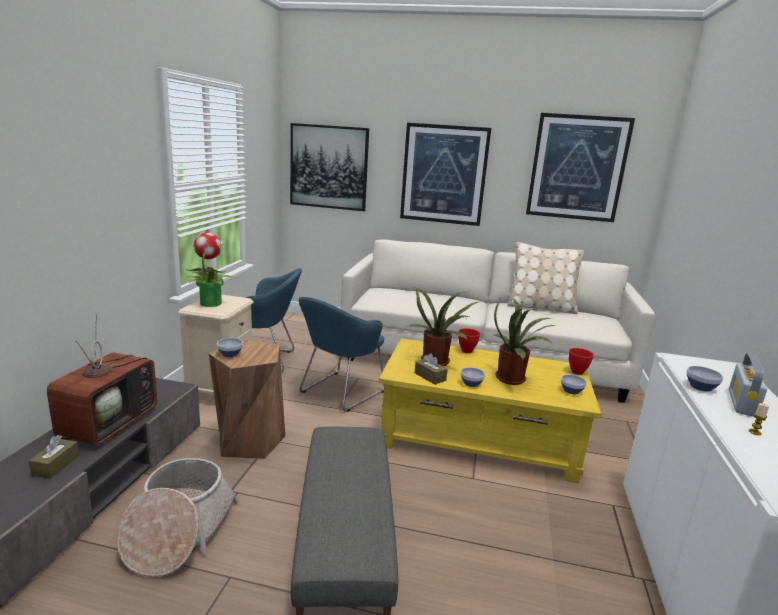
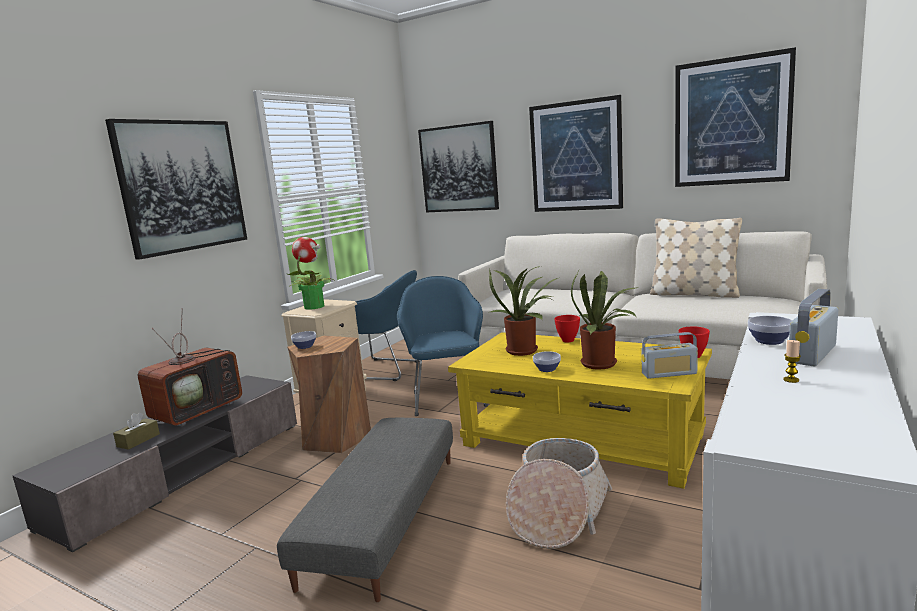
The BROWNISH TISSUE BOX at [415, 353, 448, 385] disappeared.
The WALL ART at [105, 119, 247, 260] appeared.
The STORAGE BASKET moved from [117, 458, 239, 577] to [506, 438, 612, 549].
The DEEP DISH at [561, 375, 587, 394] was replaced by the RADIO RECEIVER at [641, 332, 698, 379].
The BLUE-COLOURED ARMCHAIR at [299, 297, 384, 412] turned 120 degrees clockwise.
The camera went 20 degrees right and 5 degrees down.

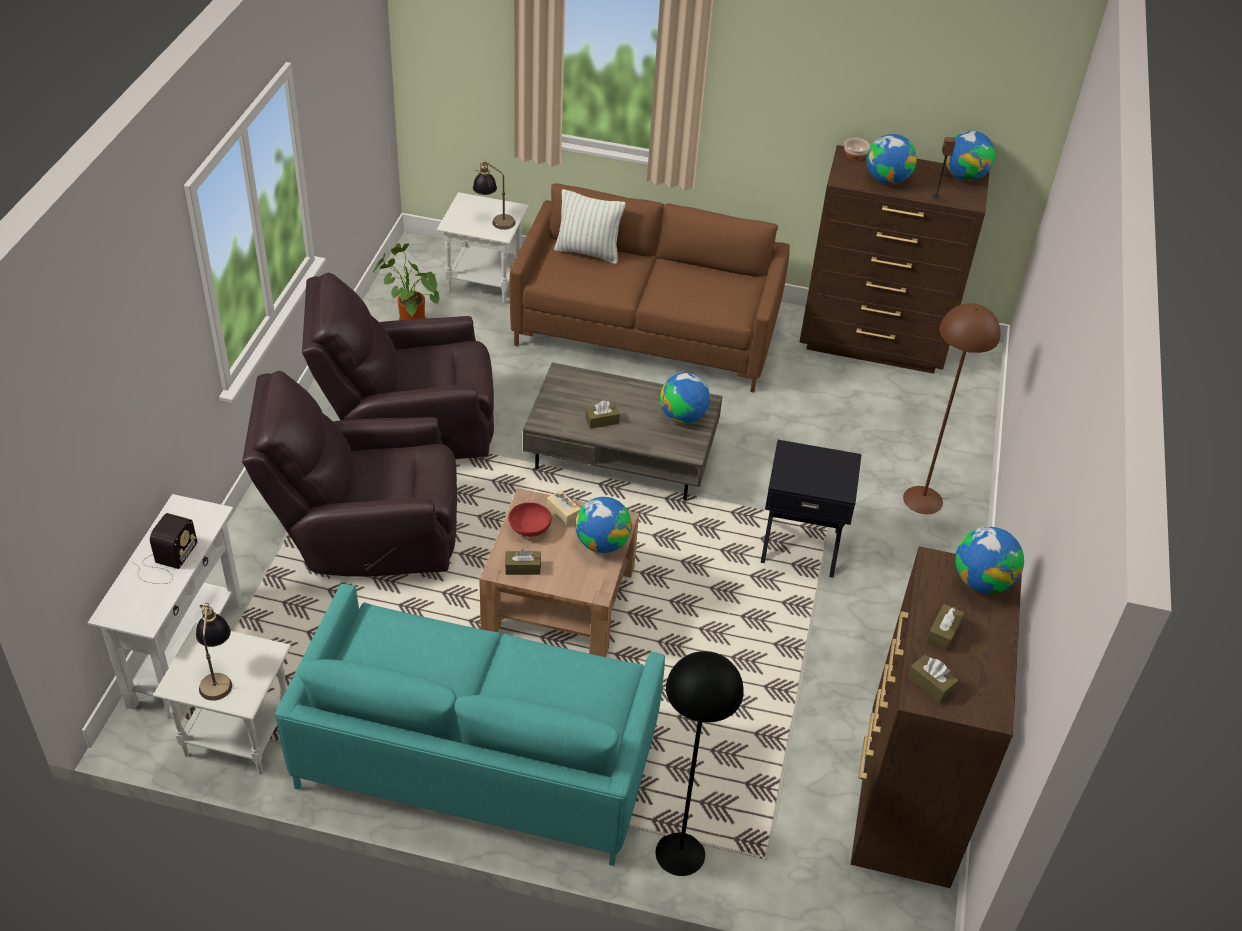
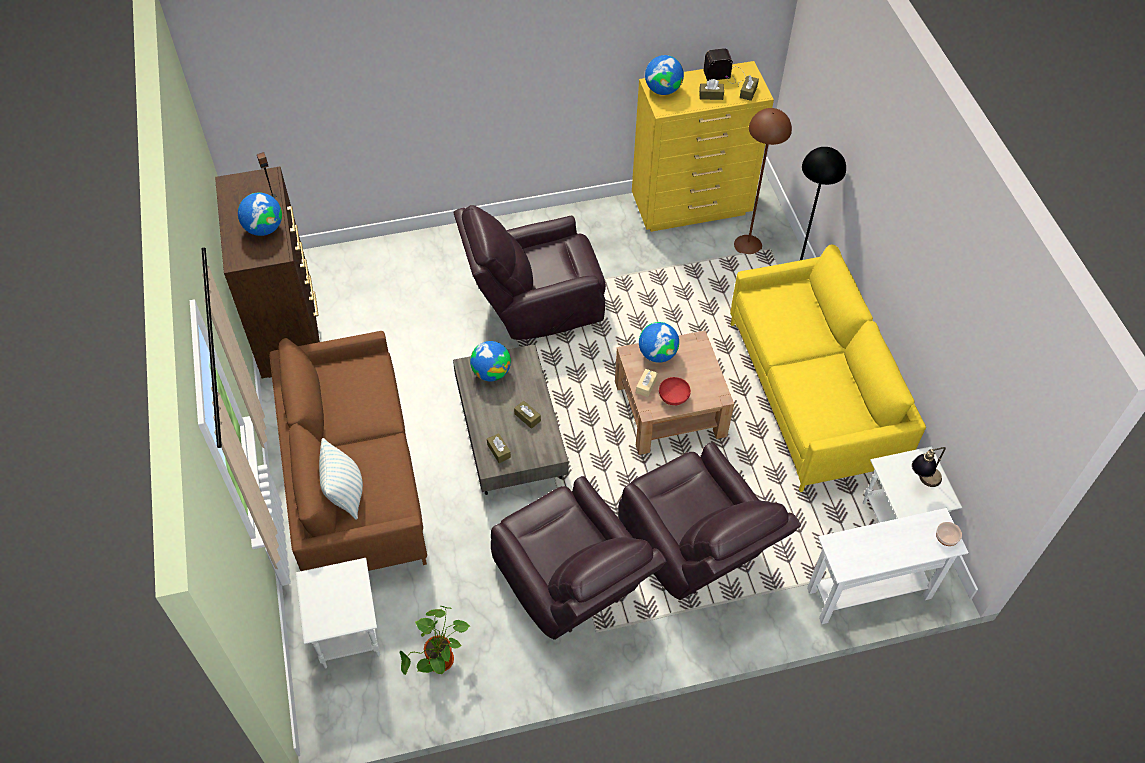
The LAMP FOR A TABLE at [473, 160, 515, 230] disappeared.
The GLOBE at [946, 131, 995, 181] disappeared.
The RADIO RECEIVER moved from [132, 513, 198, 584] to [703, 48, 745, 84].
The BROWNISH TISSUE BOX moved from [505, 549, 541, 575] to [487, 433, 511, 463].
The DEEP DISH moved from [844, 138, 870, 160] to [936, 522, 962, 546].
The BROWNISH FLOOR LAMP moved from [903, 303, 1001, 514] to [734, 108, 792, 254].
The BLACK END TABLE at [761, 440, 862, 578] was replaced by the BROWNISH ARMCHAIR at [453, 205, 606, 340].
The TURQUOISE COUCH at [275, 584, 665, 866] became the YELLOW-COLOURED COUCH at [730, 244, 926, 492].
The BROWNISH CHEST OF DRAWERS at [851, 546, 1022, 888] became the YELLOW-COLOURED CHEST OF DRAWERS at [632, 61, 774, 232].
The camera went 115 degrees left and 10 degrees up.

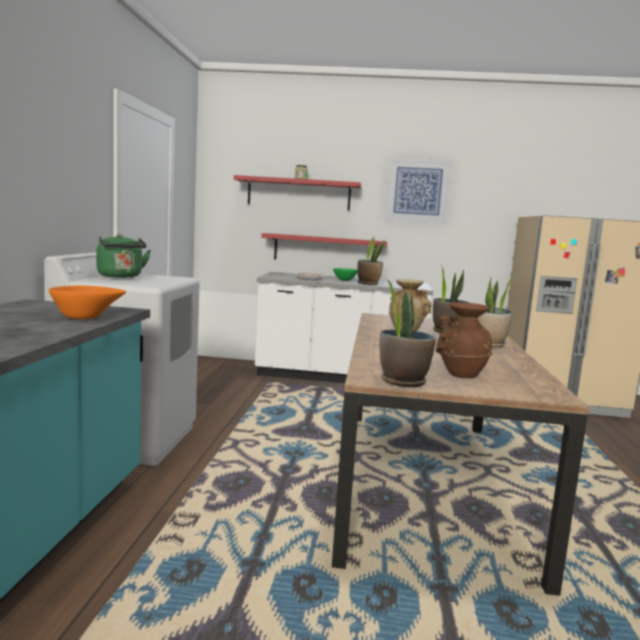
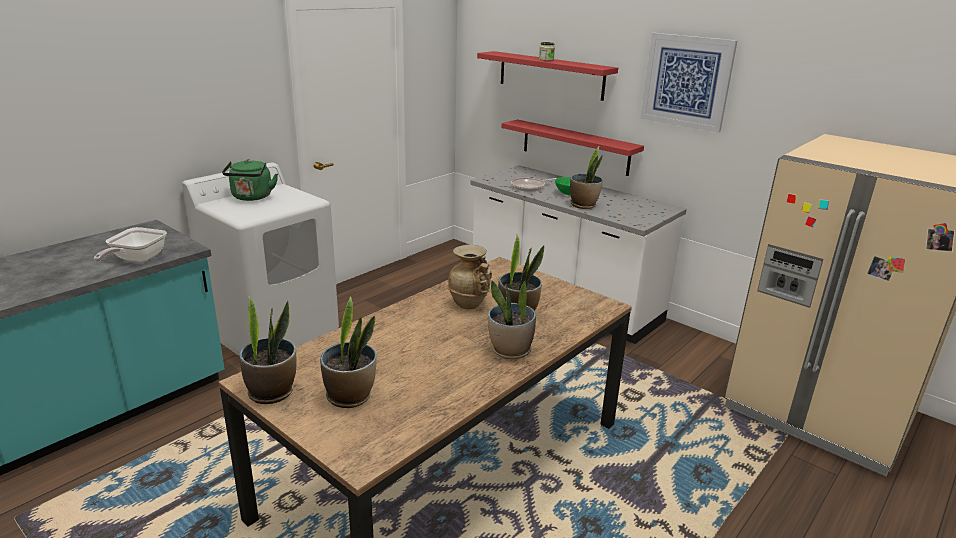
The ORANGE-COLOURED DEEP DISH at [49, 286, 126, 319] was replaced by the SKILLET at [94, 227, 167, 262].
The BROWNISH FLOWER VASE at [436, 302, 493, 378] was replaced by the POTTED PLANT at [320, 296, 377, 408].
The camera went 35 degrees right and 15 degrees up.

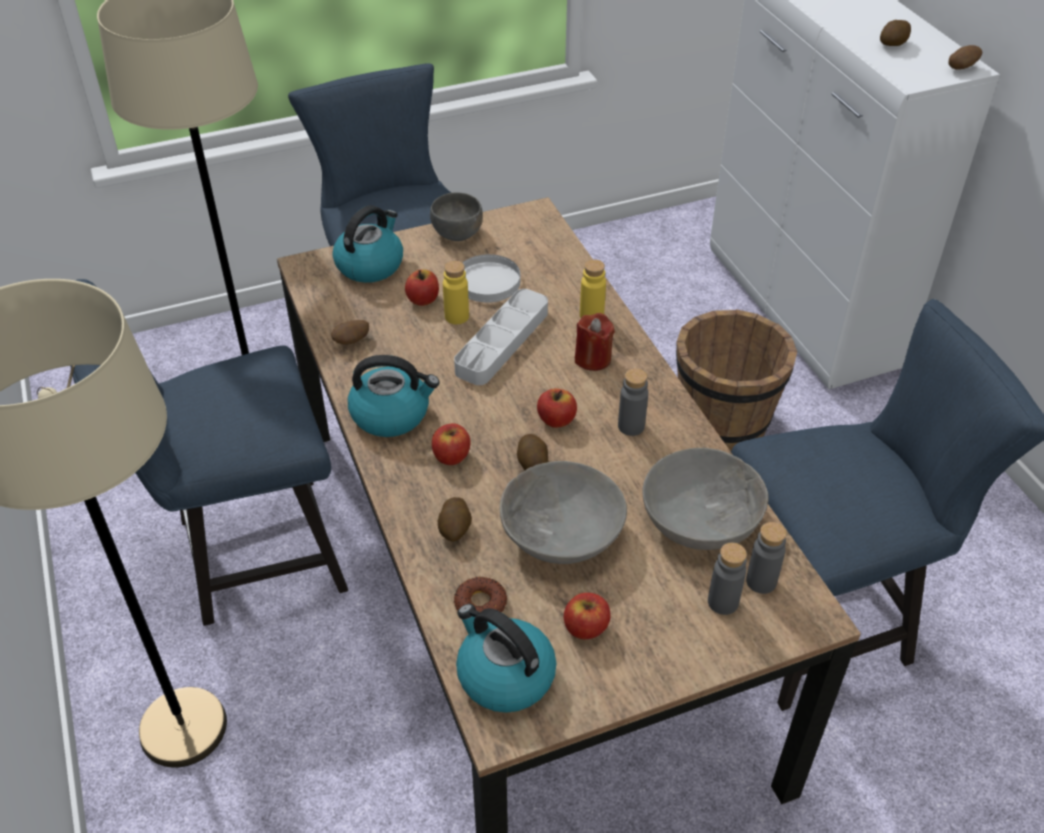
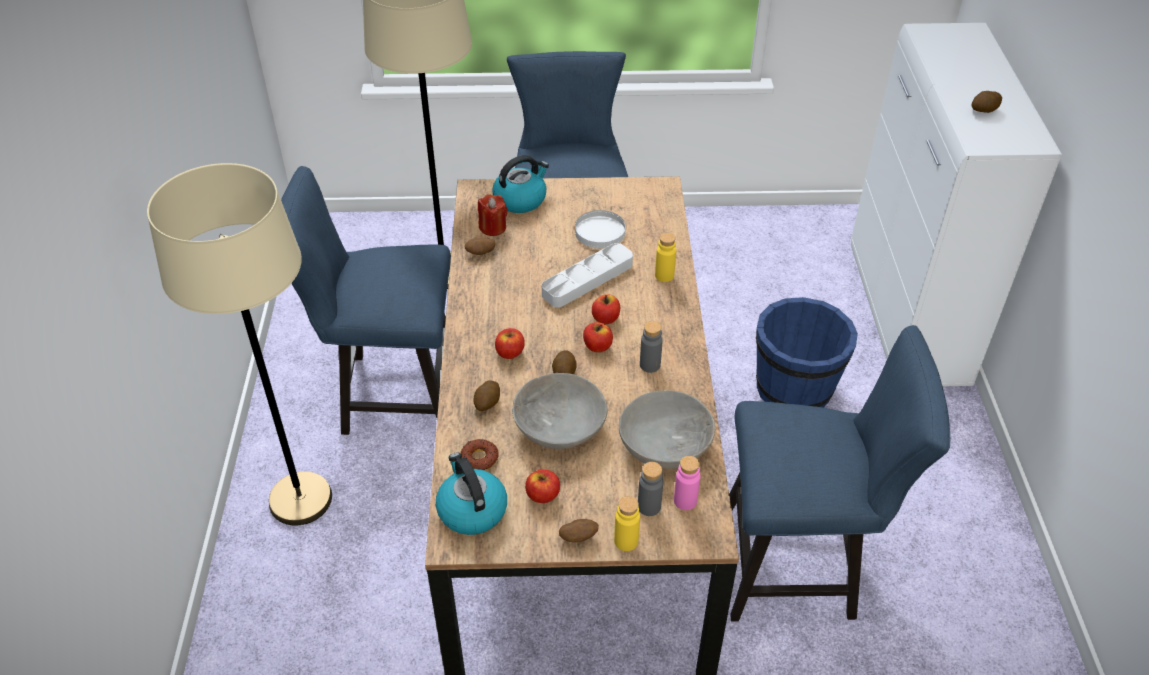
The WATER KETTLE at [348, 355, 440, 437] disappeared.
The GREY DEEP DISH at [430, 192, 483, 241] disappeared.
The WHOLE APPLE moved from [405, 269, 439, 306] to [592, 294, 620, 324].
The YELLOW-COLOURED BEVERAGE BOTTLE moved from [443, 261, 469, 324] to [614, 496, 640, 551].
The RED-COLOURED CANDLE moved from [575, 313, 615, 371] to [478, 194, 508, 236].
The WHOLE POTATO moved from [949, 45, 982, 70] to [559, 519, 599, 543].
The BROWNISH WATER BUCKET at [676, 309, 797, 451] became the BLUE-COLOURED WATER BUCKET at [756, 297, 858, 408].
The GREY BEVERAGE BOTTLE at [746, 522, 787, 594] became the PINK BEVERAGE BOTTLE at [674, 456, 700, 510].
The camera went 20 degrees right and 0 degrees up.

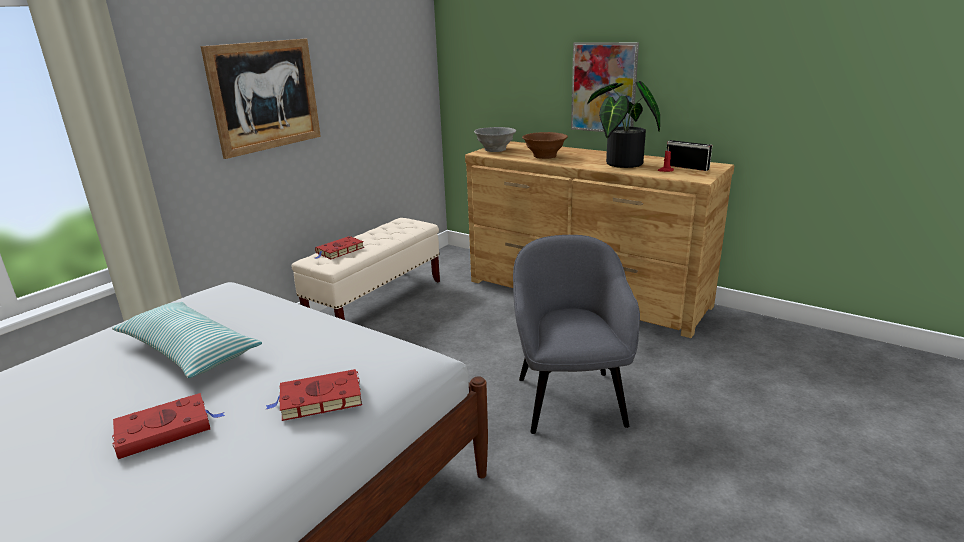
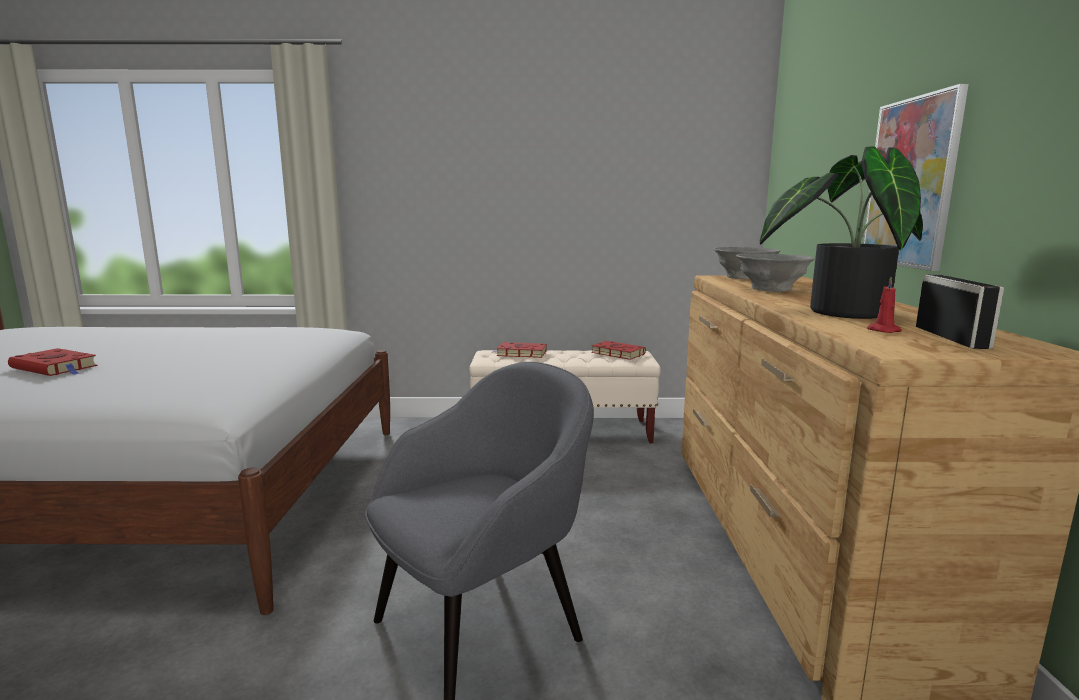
The THROW PILLOW at [112, 302, 262, 378] disappeared.
The WALL ART at [201, 39, 321, 159] disappeared.
The RED-COLOURED BOOK moved from [265, 369, 362, 421] to [591, 341, 646, 360].
The BROWNISH DEEP DISH at [522, 132, 568, 159] became the GREY DEEP DISH at [736, 253, 815, 292].
The camera went 55 degrees right and 10 degrees down.

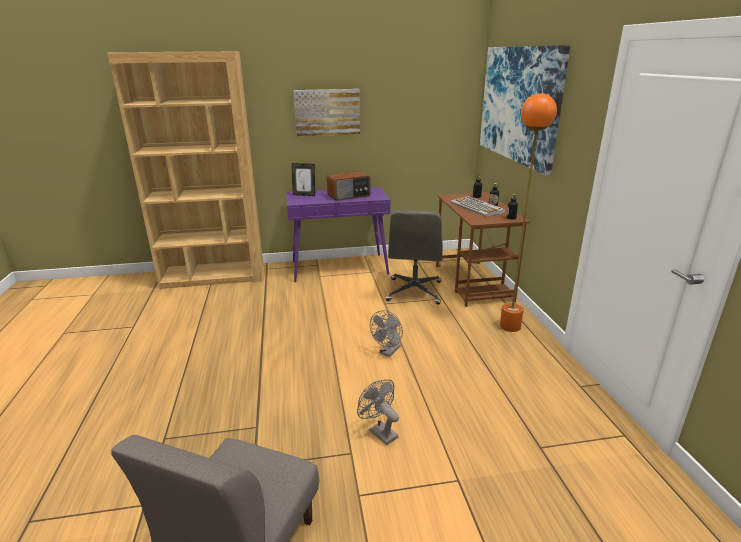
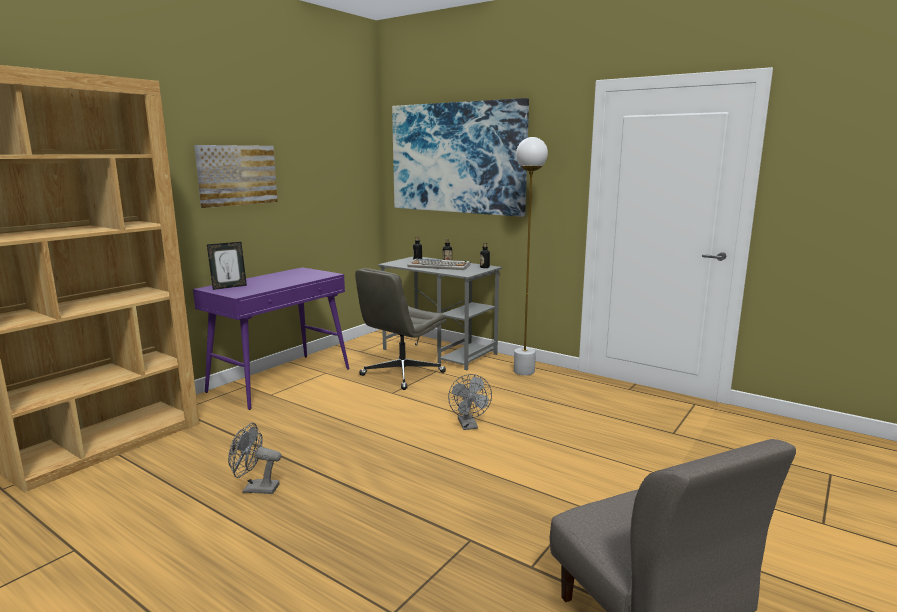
The RADIO RECEIVER at [327, 171, 370, 201] disappeared.
The GREY ELECTRIC FAN moved from [357, 379, 399, 445] to [228, 423, 281, 494].
The BROWNISH DESK at [436, 192, 530, 307] became the GREY DESK at [378, 257, 502, 370].
The ORANGE-COLOURED FLOOR LAMP at [500, 93, 557, 332] became the WHITE FLOOR LAMP at [514, 137, 548, 376].
The GREY DESK CHAIR at [386, 210, 443, 305] turned 75 degrees clockwise.
The camera went 45 degrees left and 10 degrees down.

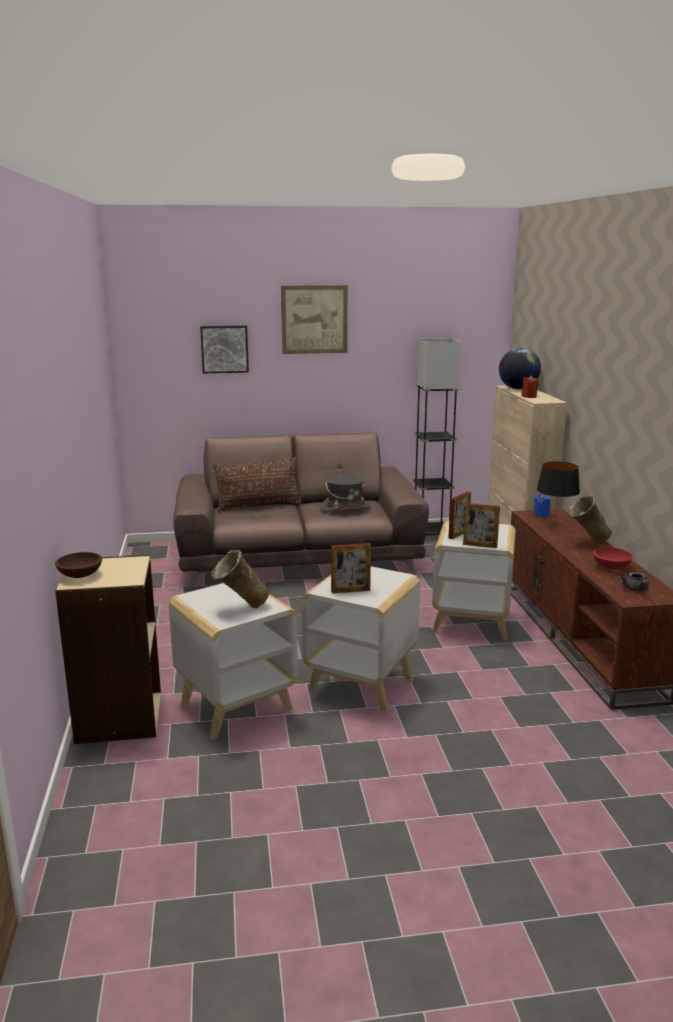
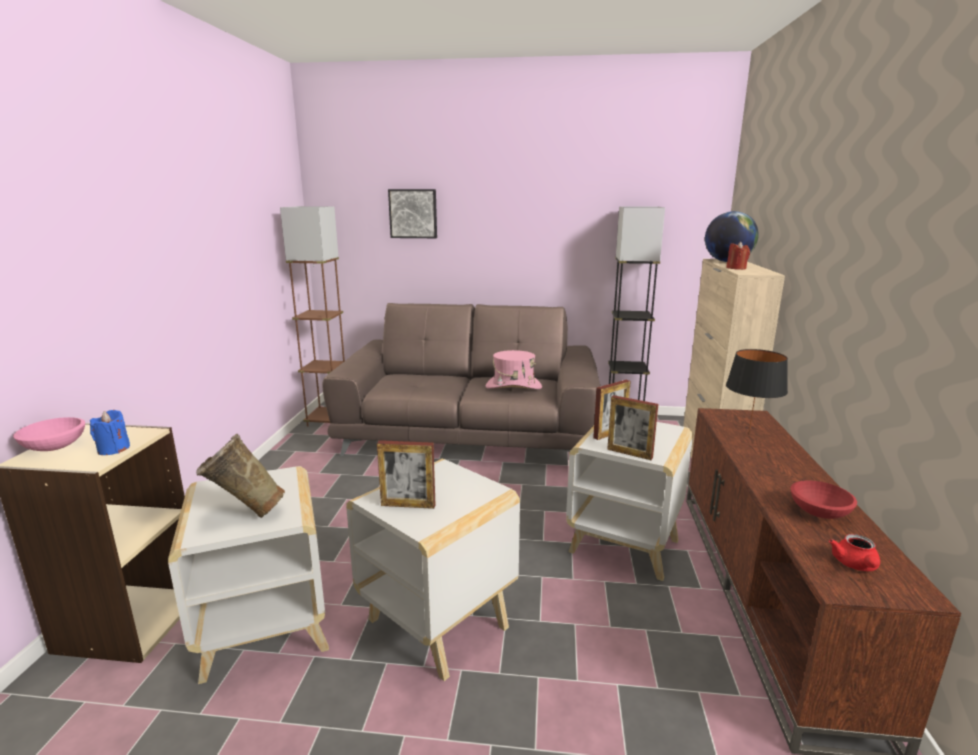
The BROWNISH THROW PILLOW at [213, 457, 301, 512] disappeared.
The WALL ART at [281, 285, 348, 354] disappeared.
The BEIGE-COLOURED FLOWER VASE at [567, 495, 612, 543] disappeared.
The BROWNISH FLOOR LAMP at [280, 206, 345, 426] appeared.
The BLUE-COLOURED CANDLE moved from [534, 493, 551, 517] to [90, 410, 130, 455].
The BROWNISH DEEP DISH at [55, 552, 102, 578] became the PINK DEEP DISH at [13, 417, 85, 451].
The GREY CLOTHING HAT at [320, 475, 371, 512] became the PINK CLOTHING HAT at [485, 350, 542, 389].
The GREY POT FOR TEA at [621, 572, 649, 591] became the RED-COLOURED POT FOR TEA at [829, 534, 880, 571].
The camera went 15 degrees right and 0 degrees up.

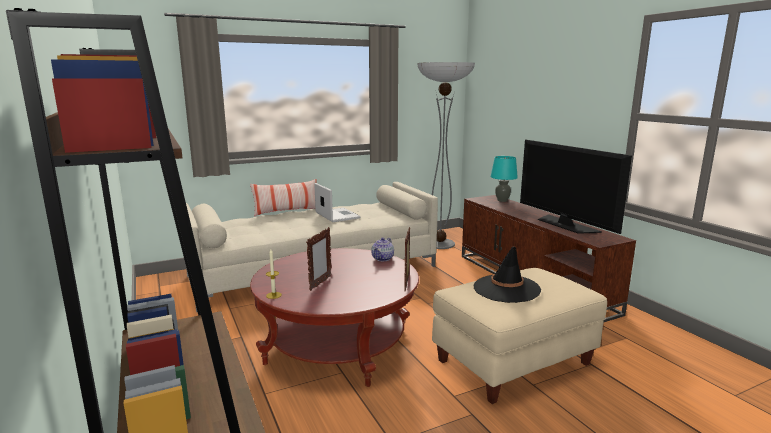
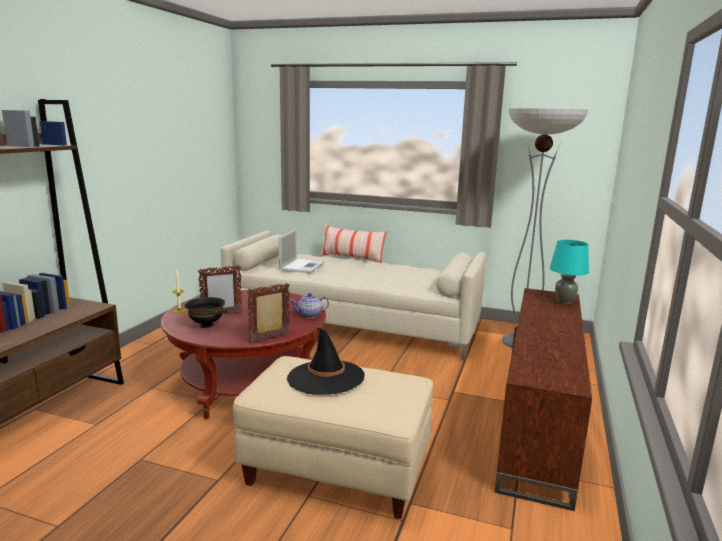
The TV at [520, 140, 632, 234] disappeared.
The BLACK DEEP DISH at [185, 297, 227, 328] appeared.
The NOTEBOOK COMPUTER moved from [314, 183, 361, 222] to [279, 229, 325, 273].
The camera went 45 degrees right and 0 degrees up.

